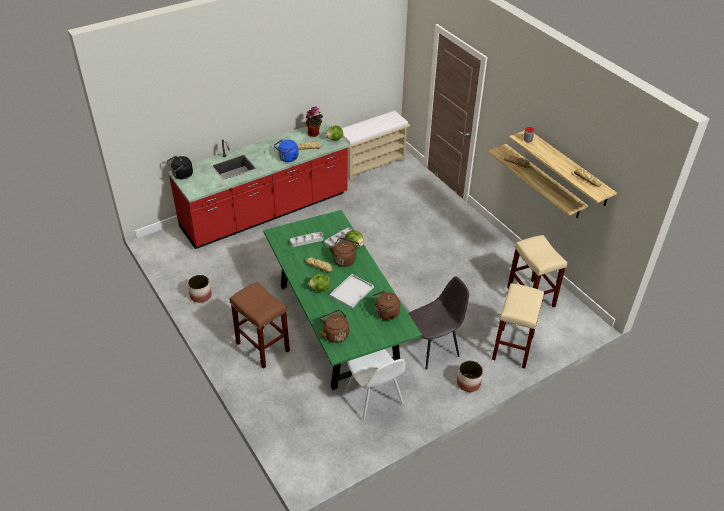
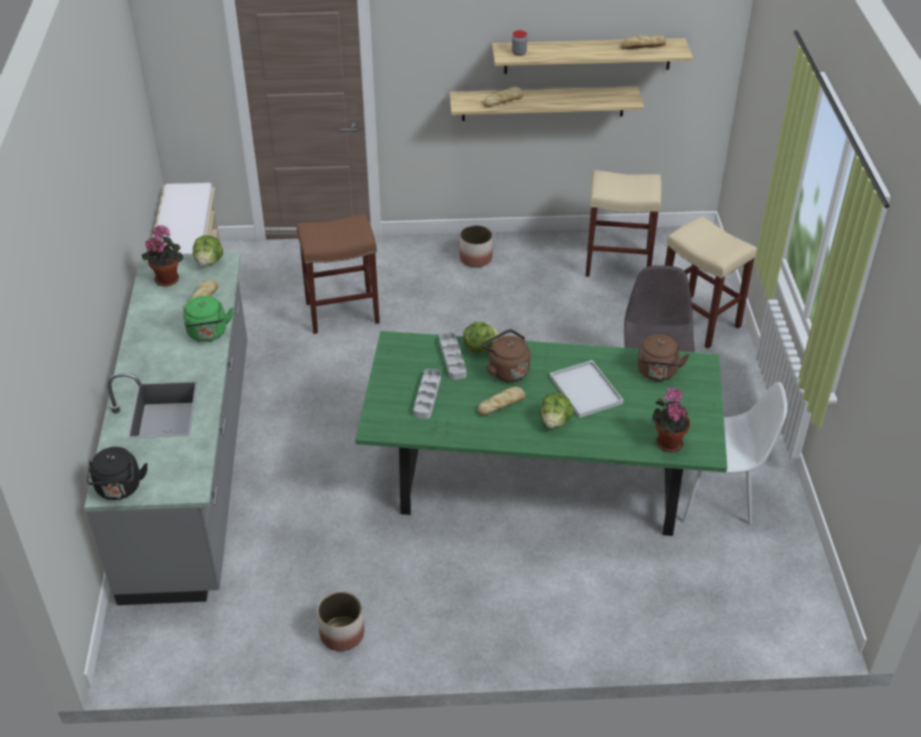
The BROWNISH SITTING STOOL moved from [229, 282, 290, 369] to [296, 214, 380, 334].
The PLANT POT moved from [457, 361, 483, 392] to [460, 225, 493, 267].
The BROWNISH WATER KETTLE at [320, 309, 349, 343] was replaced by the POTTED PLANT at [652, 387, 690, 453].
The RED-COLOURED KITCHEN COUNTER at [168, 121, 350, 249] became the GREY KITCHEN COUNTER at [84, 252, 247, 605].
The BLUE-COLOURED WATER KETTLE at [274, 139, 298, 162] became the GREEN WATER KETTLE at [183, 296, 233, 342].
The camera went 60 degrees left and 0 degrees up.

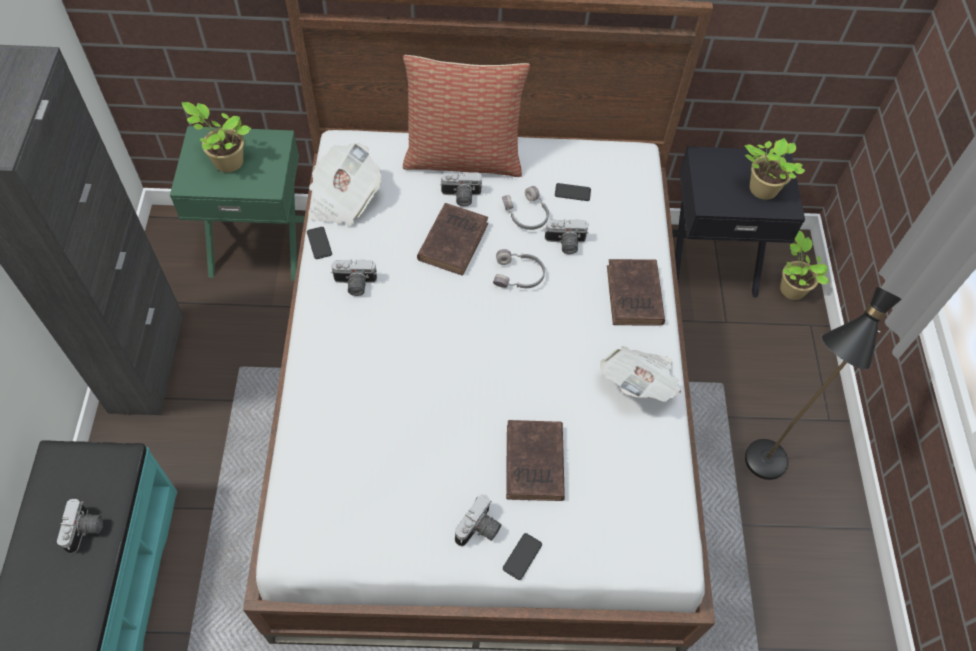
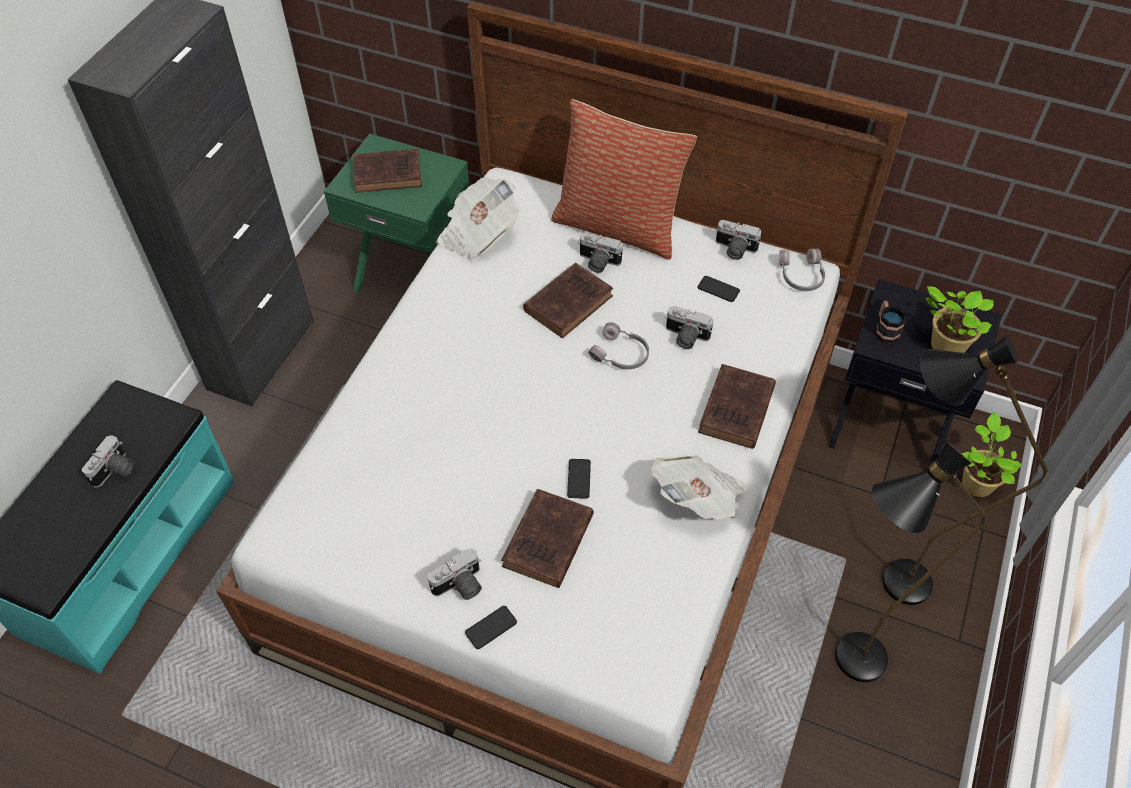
The TEA MUG at [875, 300, 906, 344] appeared.
The BLACK FLOOR LAMP at [882, 335, 1047, 605] appeared.
The PHONE moved from [307, 227, 332, 259] to [567, 459, 591, 499].
The STILL CAMERA moved from [331, 259, 377, 296] to [715, 220, 761, 260].
The GREY PAIR OF HEADPHONES moved from [502, 186, 549, 230] to [779, 248, 825, 291].
The POTTED PLANT at [182, 102, 251, 173] was replaced by the BROWNISH BOOK at [353, 149, 422, 193].
The camera went 25 degrees right and 5 degrees down.

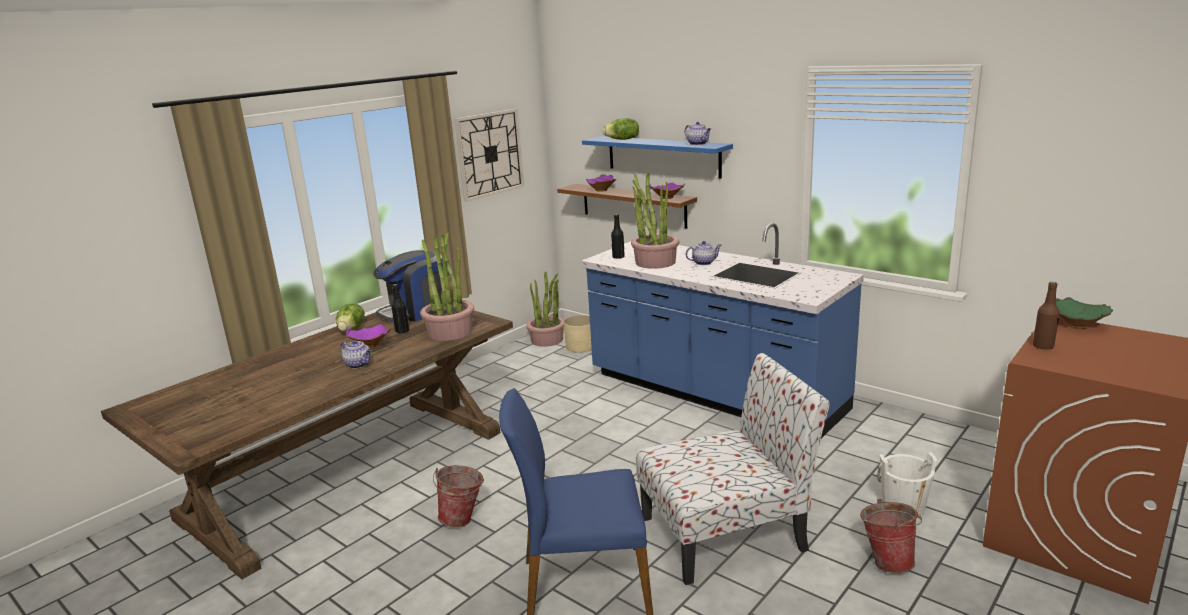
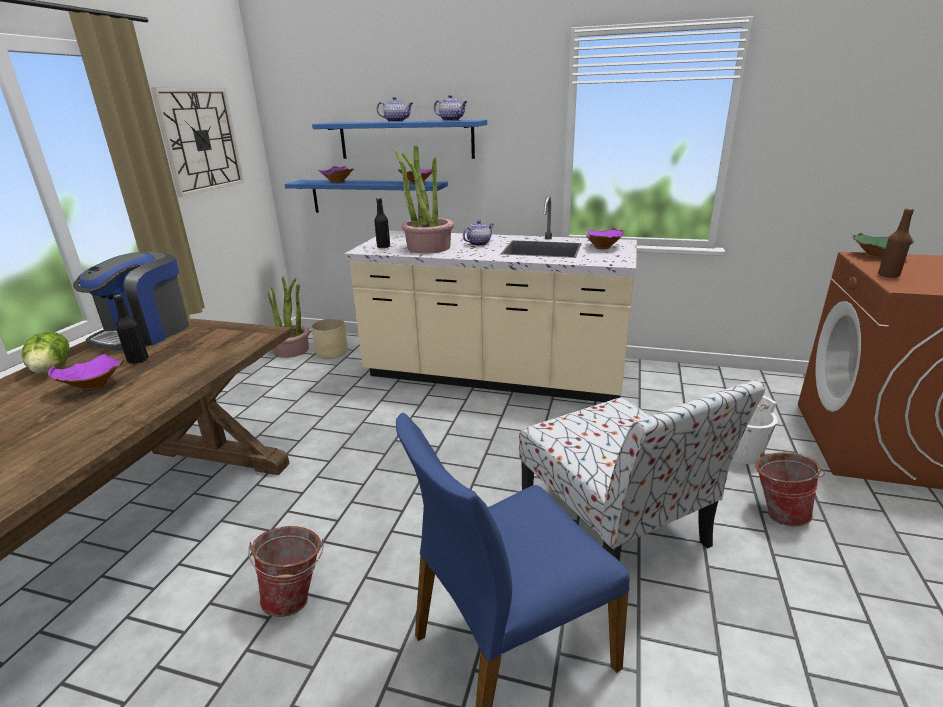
The POTTED PLANT at [420, 233, 474, 341] disappeared.
The HEAD OF LETTUCE at [603, 118, 639, 140] disappeared.
The PURPLISH DEEP DISH at [586, 228, 624, 249] appeared.
The POT FOR TEA moved from [340, 340, 371, 369] to [377, 97, 413, 122].
The BROWNISH SHELF at [557, 184, 697, 229] became the BLUE-COLOURED SHELF at [285, 180, 448, 213].
The BLUE-COLOURED KITCHEN COUNTER at [581, 223, 864, 438] became the BEIGE-COLOURED KITCHEN COUNTER at [344, 195, 637, 402].
The UPRIGHT CHAIR at [636, 353, 829, 585] turned 105 degrees clockwise.
The camera went 25 degrees left and 5 degrees up.

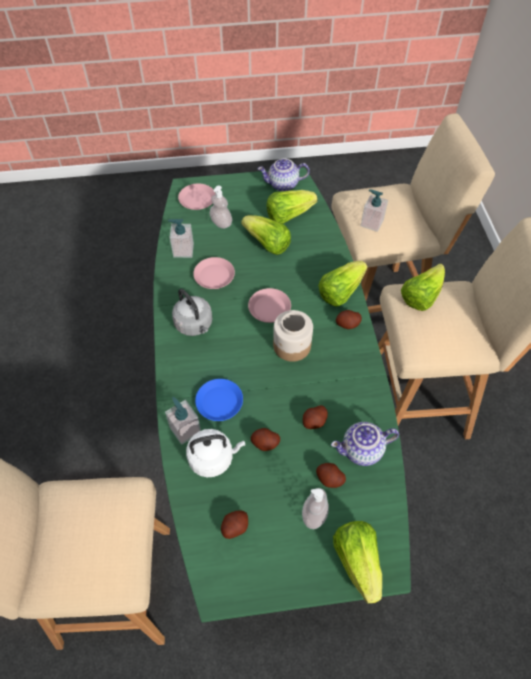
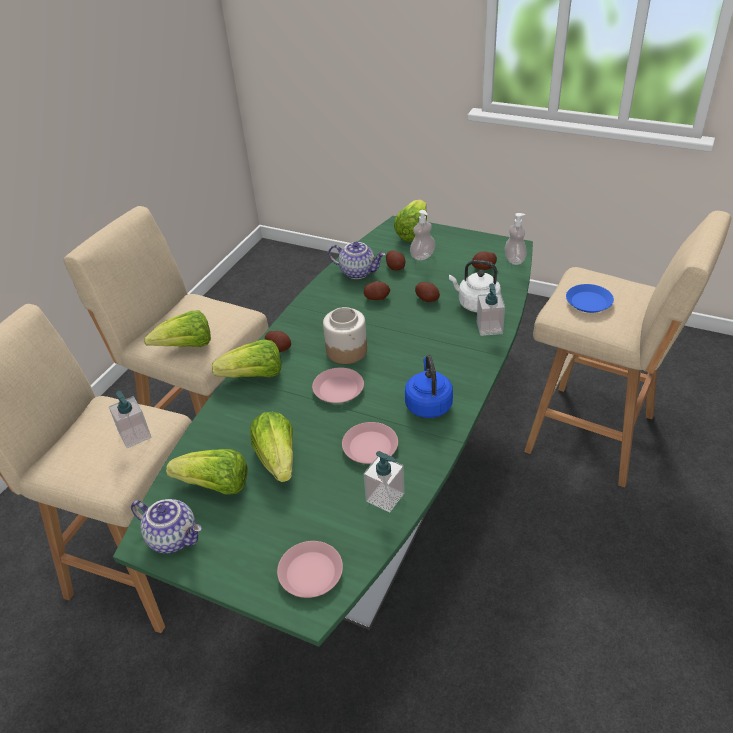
The BLUE-COLOURED FLAT DISH moved from [195, 379, 243, 421] to [566, 284, 614, 313].
The SOAP DISPENSER moved from [210, 186, 232, 229] to [504, 213, 527, 265].
The GREY WATER KETTLE at [172, 289, 213, 336] became the BLUE-COLOURED WATER KETTLE at [405, 355, 453, 418].
The camera went 145 degrees left and 15 degrees down.

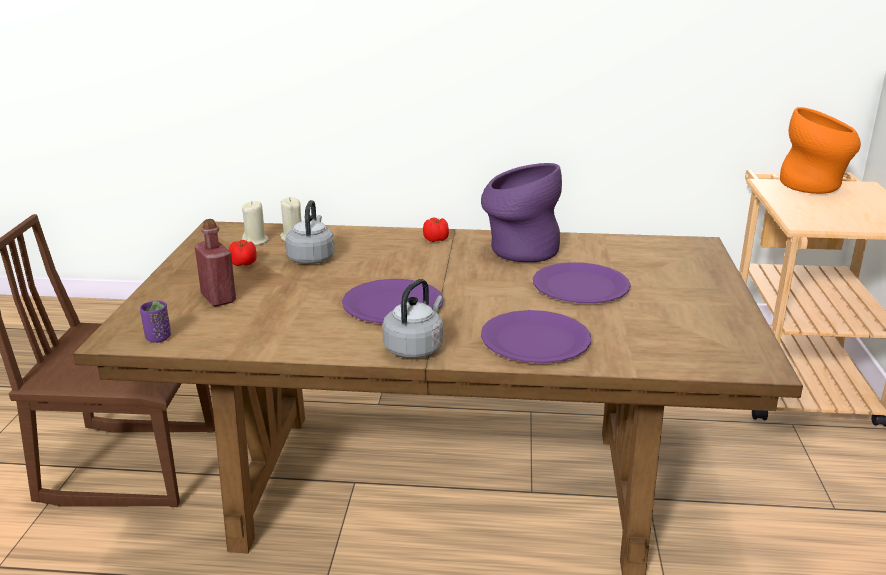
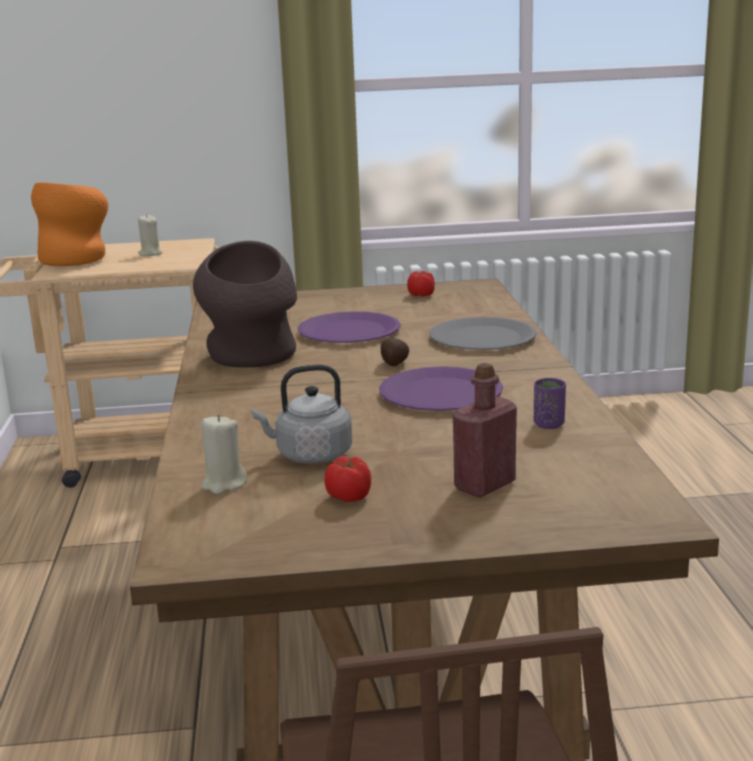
The GREY WATER KETTLE at [382, 279, 443, 358] disappeared.
The WHOLE POTATO at [381, 338, 409, 366] appeared.
The PURPLISH DRINKING CUP moved from [140, 301, 171, 343] to [534, 378, 566, 429].
The BEIGE-COLOURED CANDLE moved from [242, 201, 269, 245] to [138, 214, 162, 256].
The FRESH TOMATO moved from [423, 218, 449, 242] to [407, 271, 435, 297].
The PURPLISH FLOWER VASE at [481, 163, 562, 262] became the BROWNISH FLOWER VASE at [193, 241, 297, 367].
The PURPLISH FLAT DISH at [481, 310, 591, 363] became the GREY FLAT DISH at [429, 317, 537, 350].
The camera went 100 degrees left and 5 degrees down.

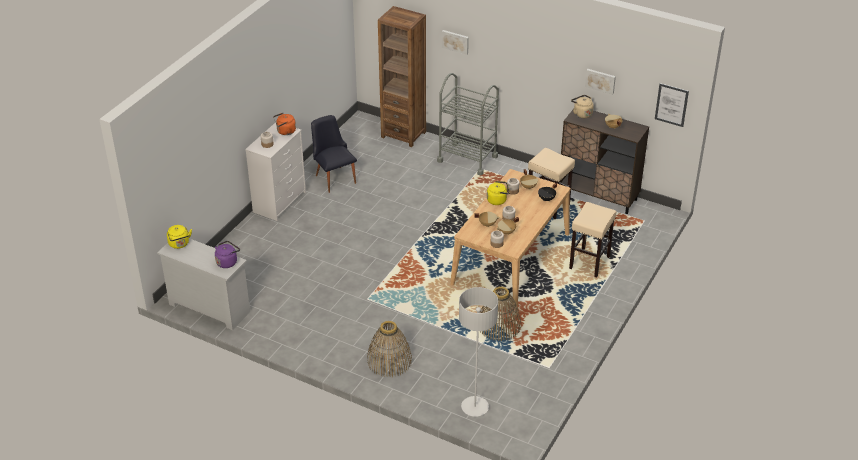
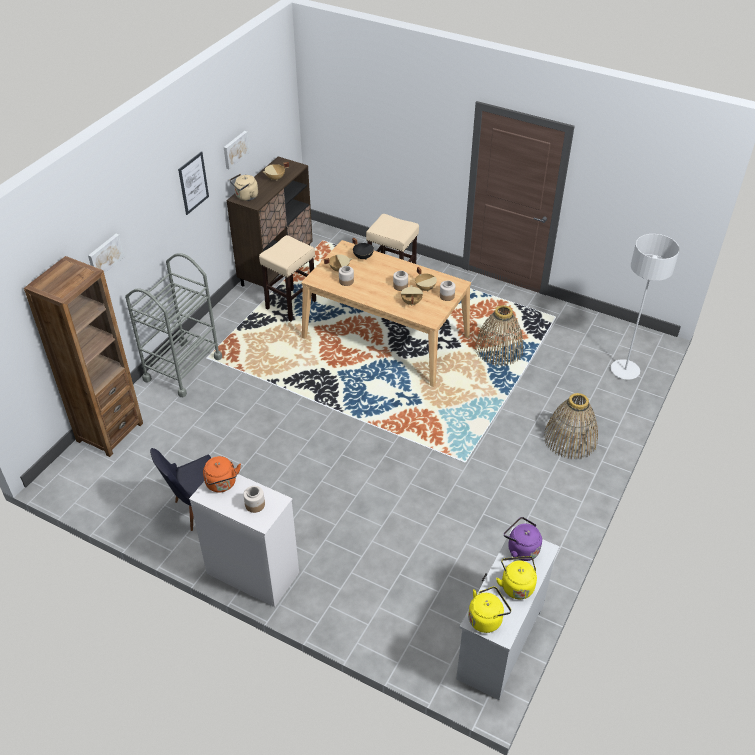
The YELLOW-COLOURED WATER KETTLE moved from [487, 181, 510, 205] to [496, 556, 537, 599].
The WALL ART moved from [655, 83, 689, 127] to [178, 151, 209, 215].
The camera went 90 degrees left and 5 degrees up.

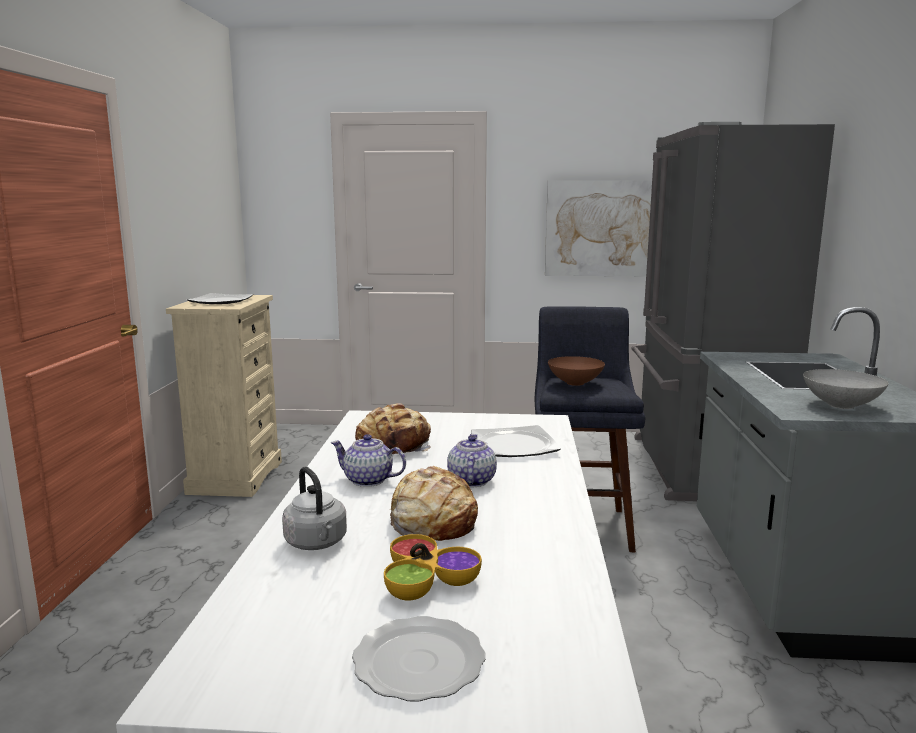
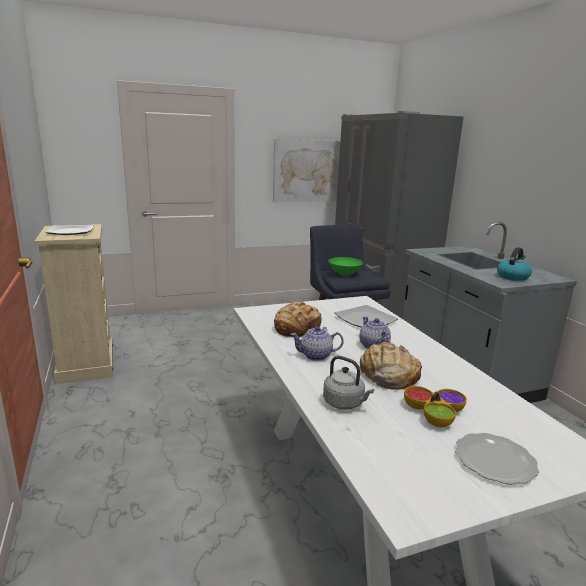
The GREY DEEP DISH at [803, 369, 889, 409] was replaced by the WATER KETTLE at [497, 247, 532, 281].
The BROWNISH DEEP DISH at [548, 356, 605, 386] became the GREEN DEEP DISH at [328, 257, 363, 276].
The camera went 25 degrees left and 5 degrees up.

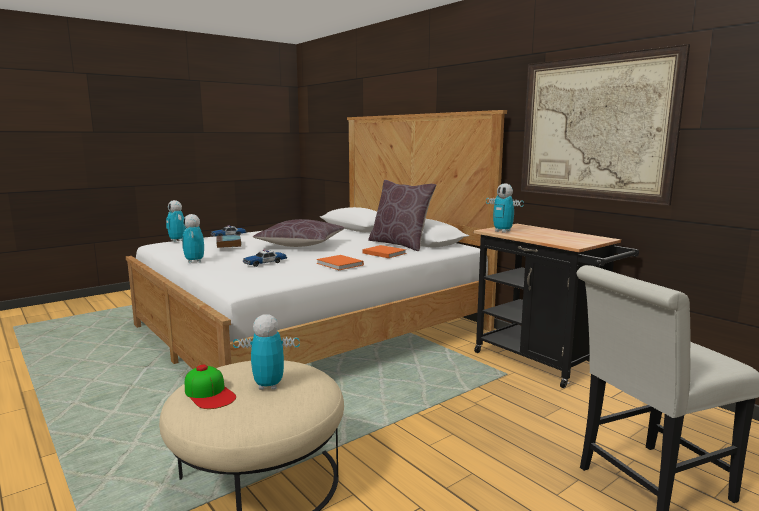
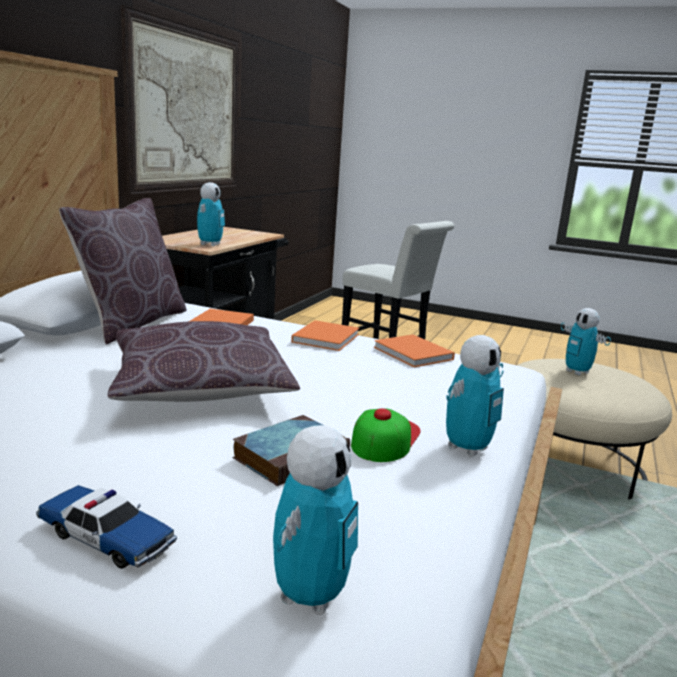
The MODEL CAR at [243, 249, 287, 267] disappeared.
The ORANGE-COLOURED BOOK at [374, 335, 455, 367] appeared.
The CAP moved from [185, 365, 236, 409] to [351, 408, 421, 462].
The camera went 120 degrees left and 5 degrees up.

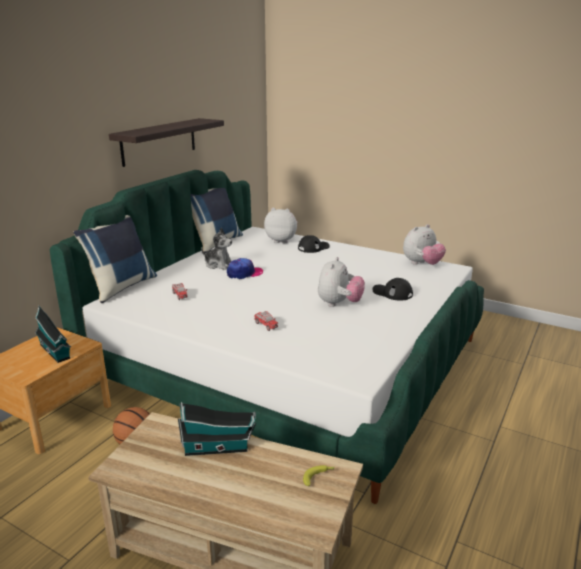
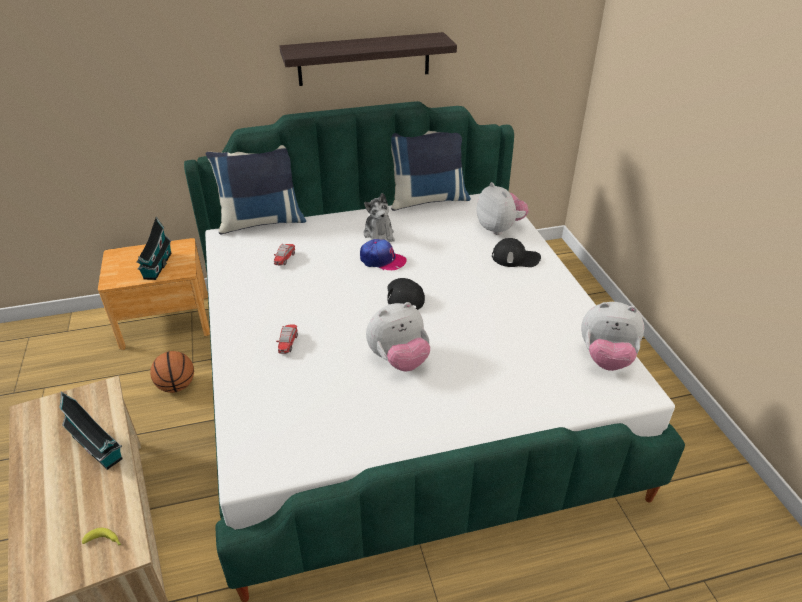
The BLACK CAP moved from [372, 278, 413, 300] to [387, 278, 425, 310].
The camera went 45 degrees right and 15 degrees up.

